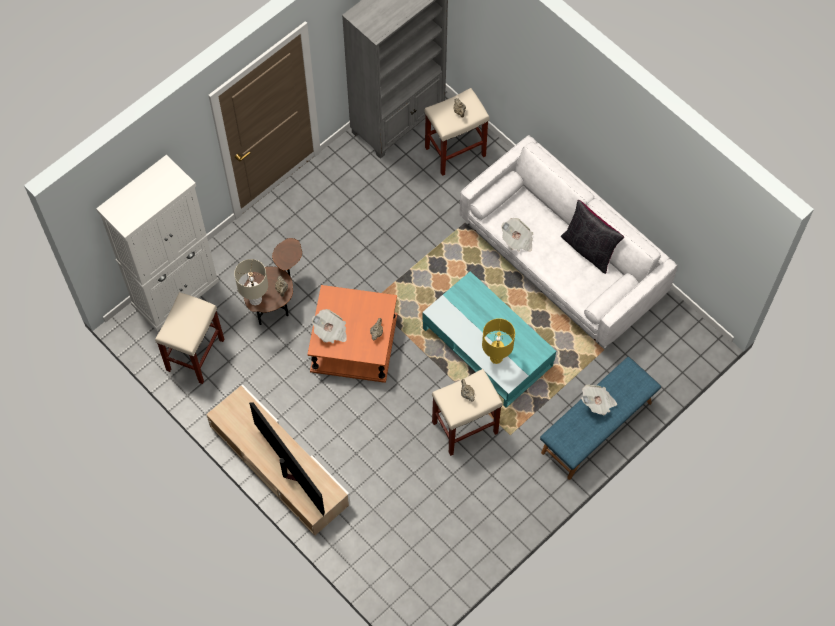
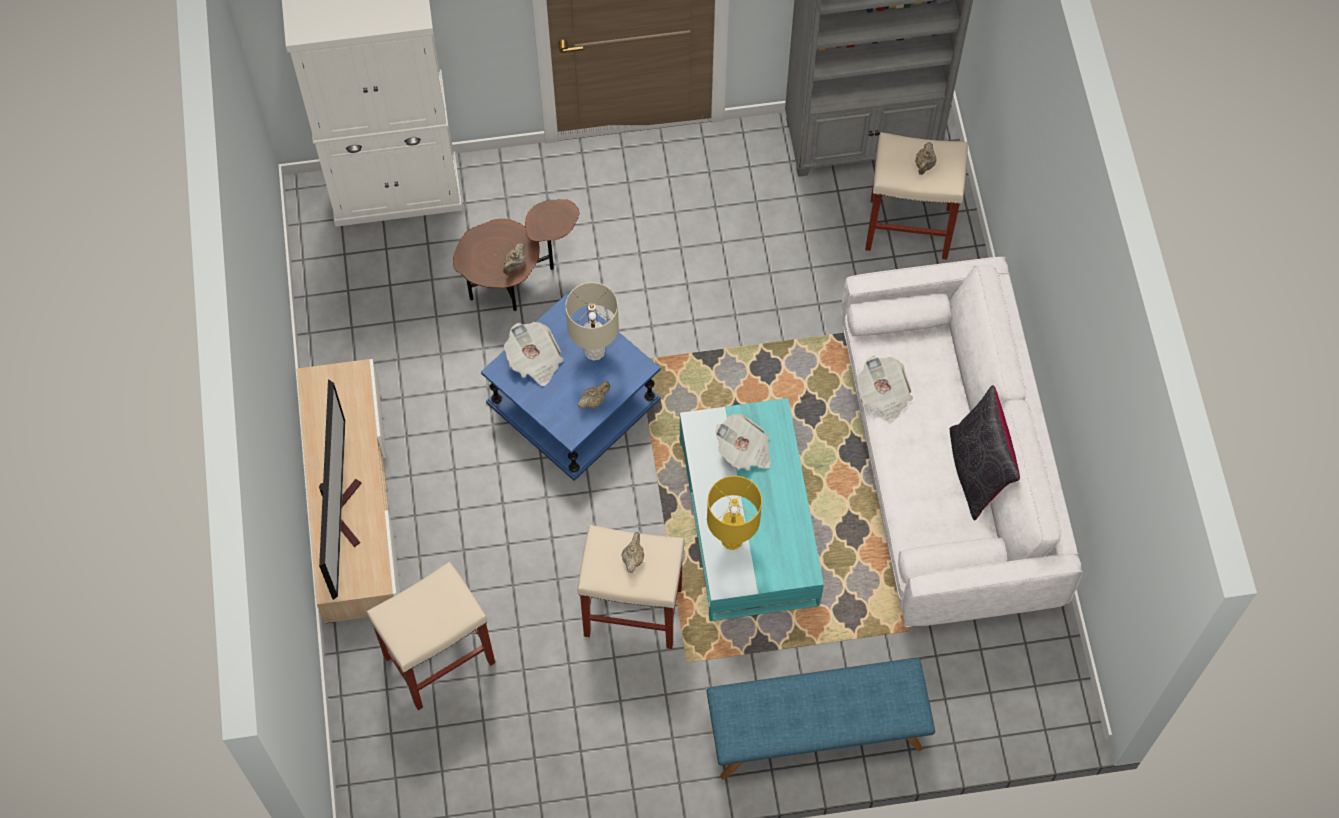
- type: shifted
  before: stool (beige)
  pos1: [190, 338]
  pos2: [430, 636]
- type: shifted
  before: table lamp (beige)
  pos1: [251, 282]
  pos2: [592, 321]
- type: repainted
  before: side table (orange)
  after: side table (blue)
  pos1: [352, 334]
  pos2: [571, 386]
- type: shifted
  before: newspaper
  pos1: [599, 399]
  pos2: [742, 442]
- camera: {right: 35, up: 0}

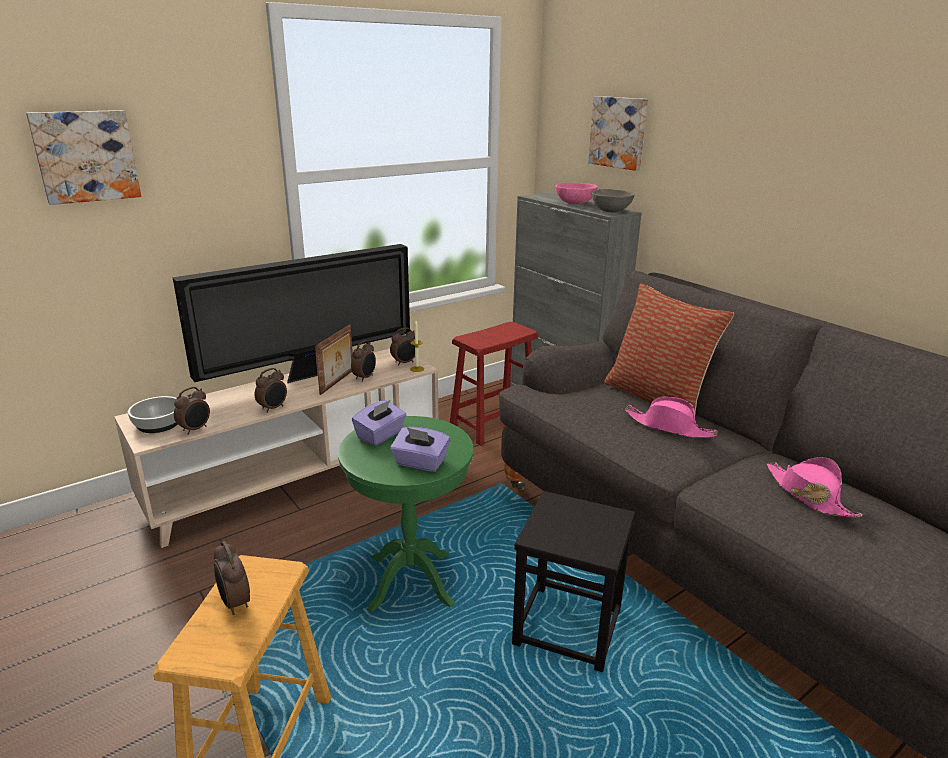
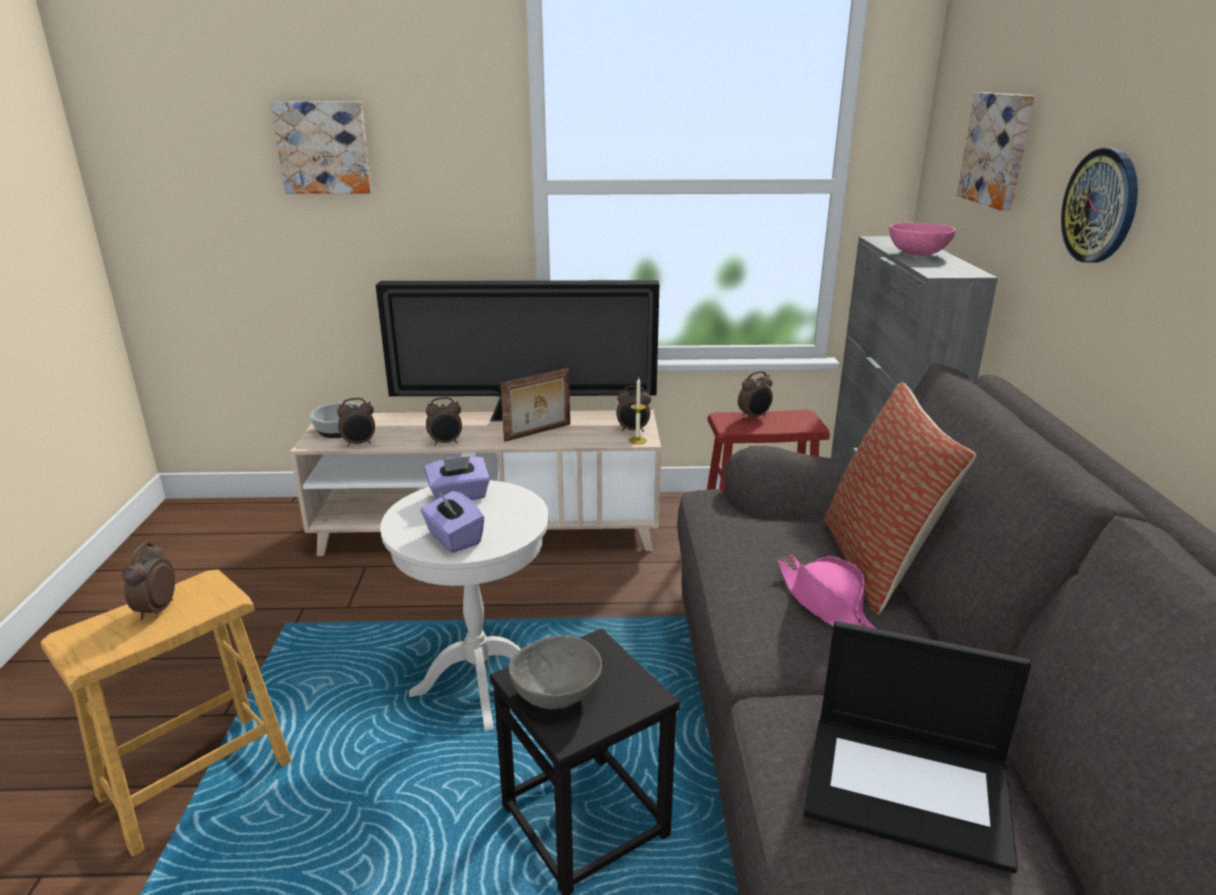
- type: repainted
  before: side table (green)
  after: side table (white)
  pos1: [405, 514]
  pos2: [464, 605]
- type: shifted
  before: alarm clock
  pos1: [363, 361]
  pos2: [755, 395]
- type: shifted
  before: bowl (grey)
  pos1: [613, 200]
  pos2: [555, 672]
- type: swapped
  before: hat (pink)
  after: laptop
  pos1: [814, 487]
  pos2: [917, 747]
- type: new
  after: wall clock
  pos2: [1099, 205]
- camera: {right: 35, up: 0}

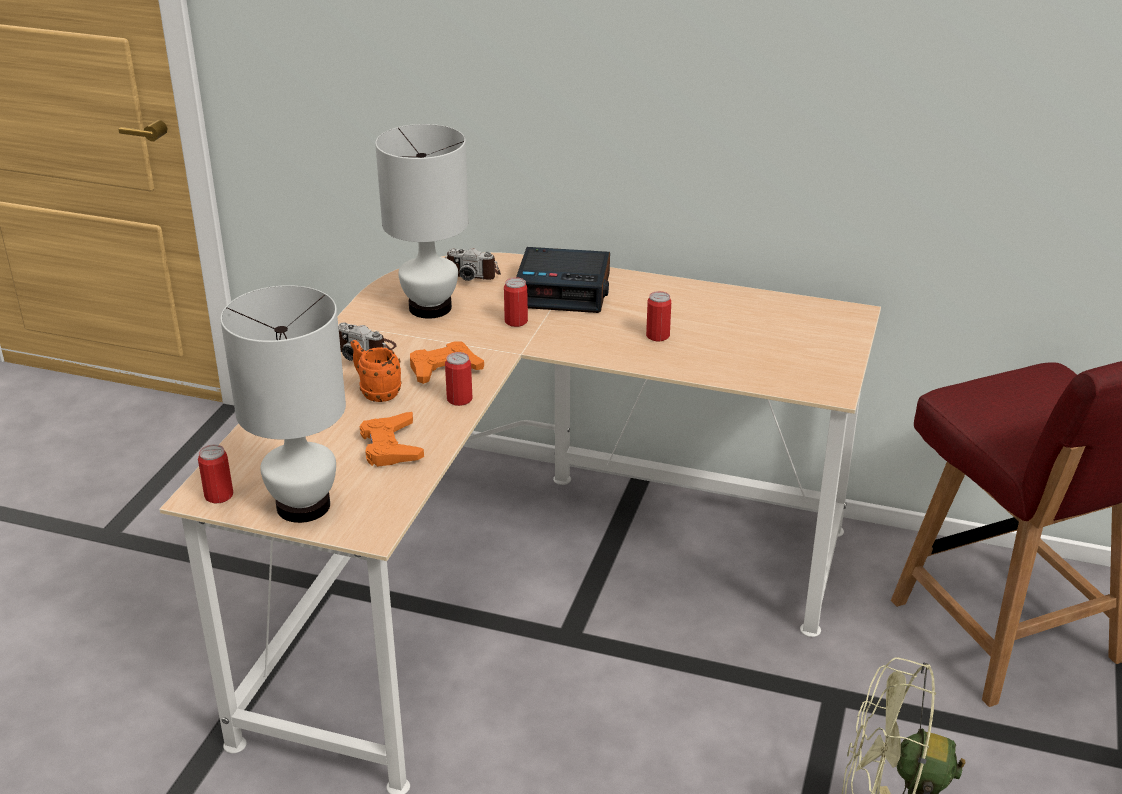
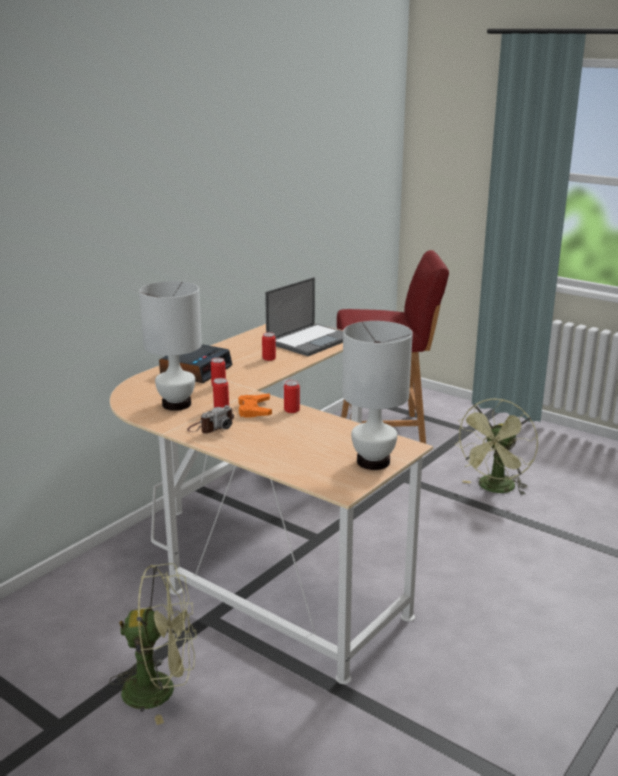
- type: shifted
  before: can
  pos1: [215, 473]
  pos2: [221, 393]
- type: gone
  before: mug (orange)
  pos1: [376, 371]
- type: gone
  before: game controller (orange)
  pos1: [392, 439]
- type: gone
  before: photo camera
  pos1: [473, 264]
- type: new
  after: fan (green)
  pos2: [152, 644]
- type: new
  after: laptop
  pos2: [304, 316]
- camera: {right: -70, up: -10}

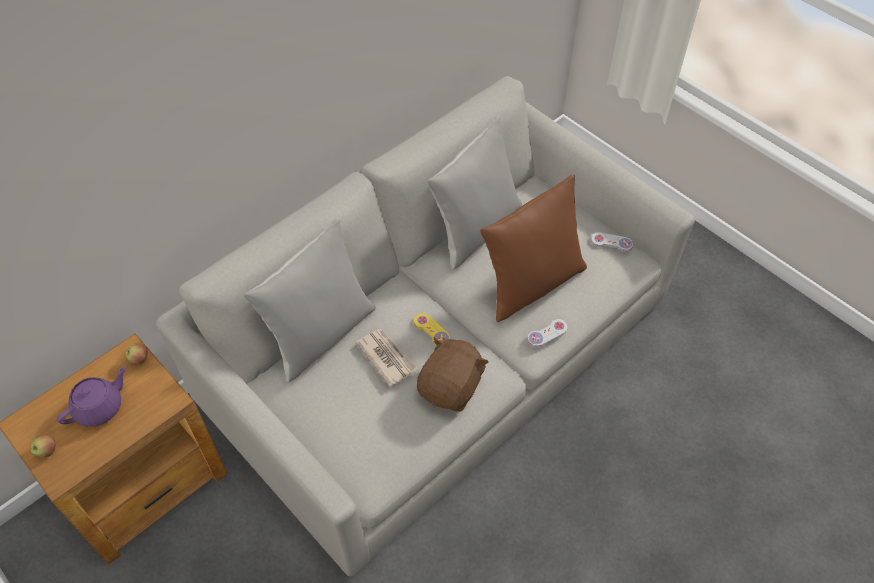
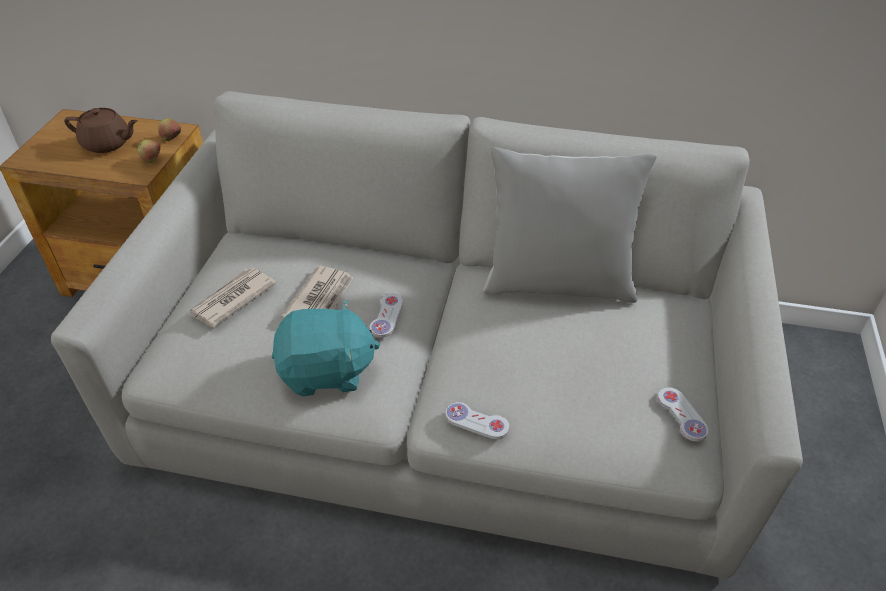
- type: shifted
  before: apple
  pos1: [43, 445]
  pos2: [149, 151]
- type: repainted
  before: teapot (purple)
  after: teapot (brown)
  pos1: [92, 396]
  pos2: [101, 130]
- type: gone
  before: pillow (grey)
  pos1: [309, 300]
- type: repainted
  before: game controller (yellow)
  after: game controller (white)
  pos1: [432, 329]
  pos2: [386, 316]
- type: repainted
  before: plush toy (brown)
  after: plush toy (turquoise)
  pos1: [452, 374]
  pos2: [326, 348]
- type: gone
  before: pillow (brown)
  pos1: [533, 248]
- type: new
  after: newspaper
  pos2: [232, 297]
- camera: {right: 55, up: -10}

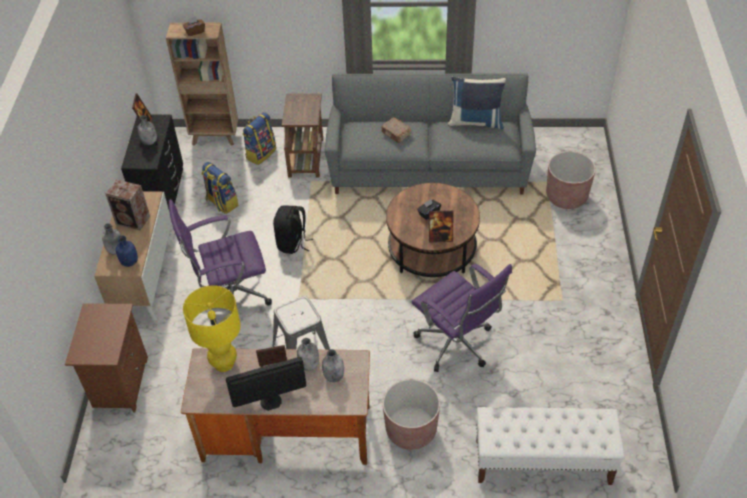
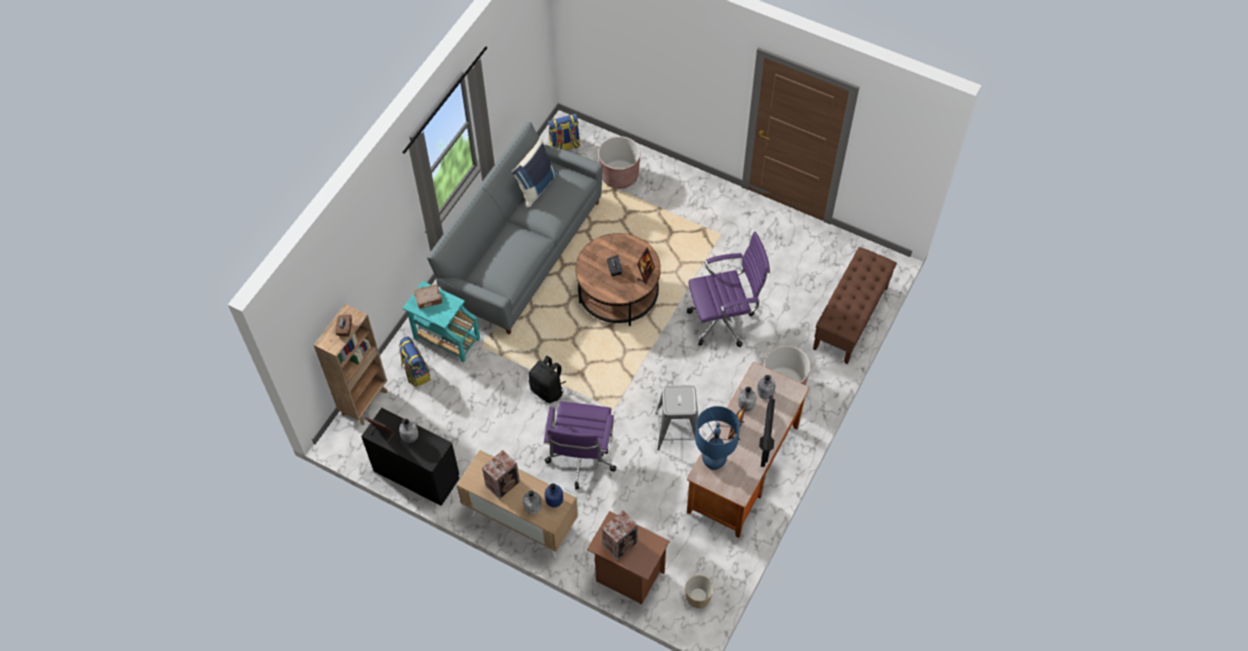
- type: repainted
  before: table lamp (yellow)
  after: table lamp (blue)
  pos1: [212, 328]
  pos2: [717, 438]
- type: shifted
  before: backpack
  pos1: [220, 188]
  pos2: [564, 132]
- type: repainted
  before: side table (brown)
  after: side table (turquoise)
  pos1: [302, 135]
  pos2: [441, 322]
- type: shifted
  before: book (brown)
  pos1: [396, 130]
  pos2: [428, 297]
- type: repainted
  before: bench (white)
  after: bench (brown)
  pos1: [550, 446]
  pos2: [855, 306]
- type: new
  after: speaker
  pos2: [620, 535]
- type: new
  after: planter
  pos2: [699, 591]
- camera: {right: -65, up: 10}

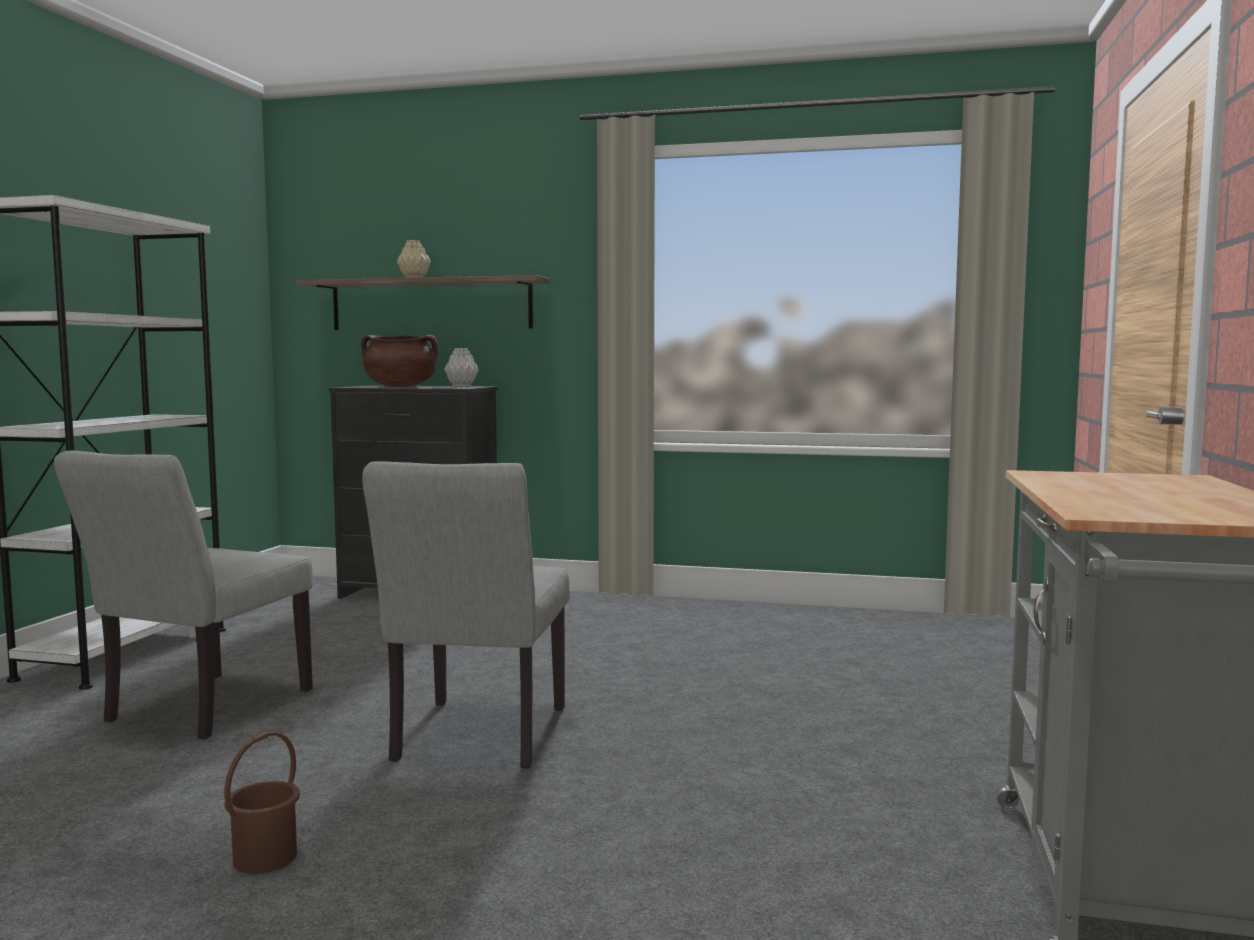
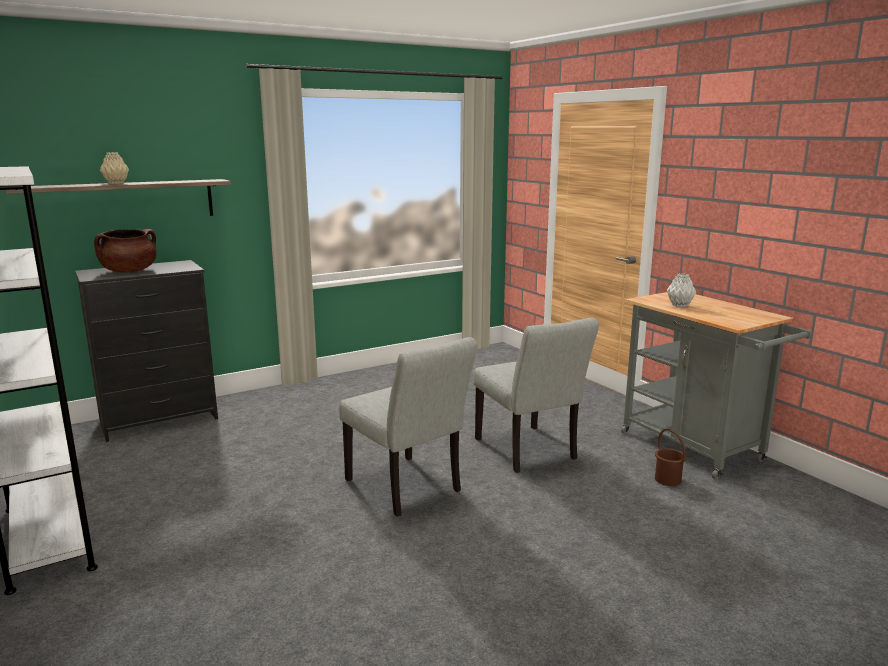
- type: shifted
  before: chair (grey)
  pos1: [183, 595]
  pos2: [536, 395]
- type: shifted
  before: bucket (brown)
  pos1: [262, 803]
  pos2: [670, 457]
- type: shifted
  before: vase (grey)
  pos1: [461, 367]
  pos2: [681, 290]
- camera: {right: -45, up: 10}

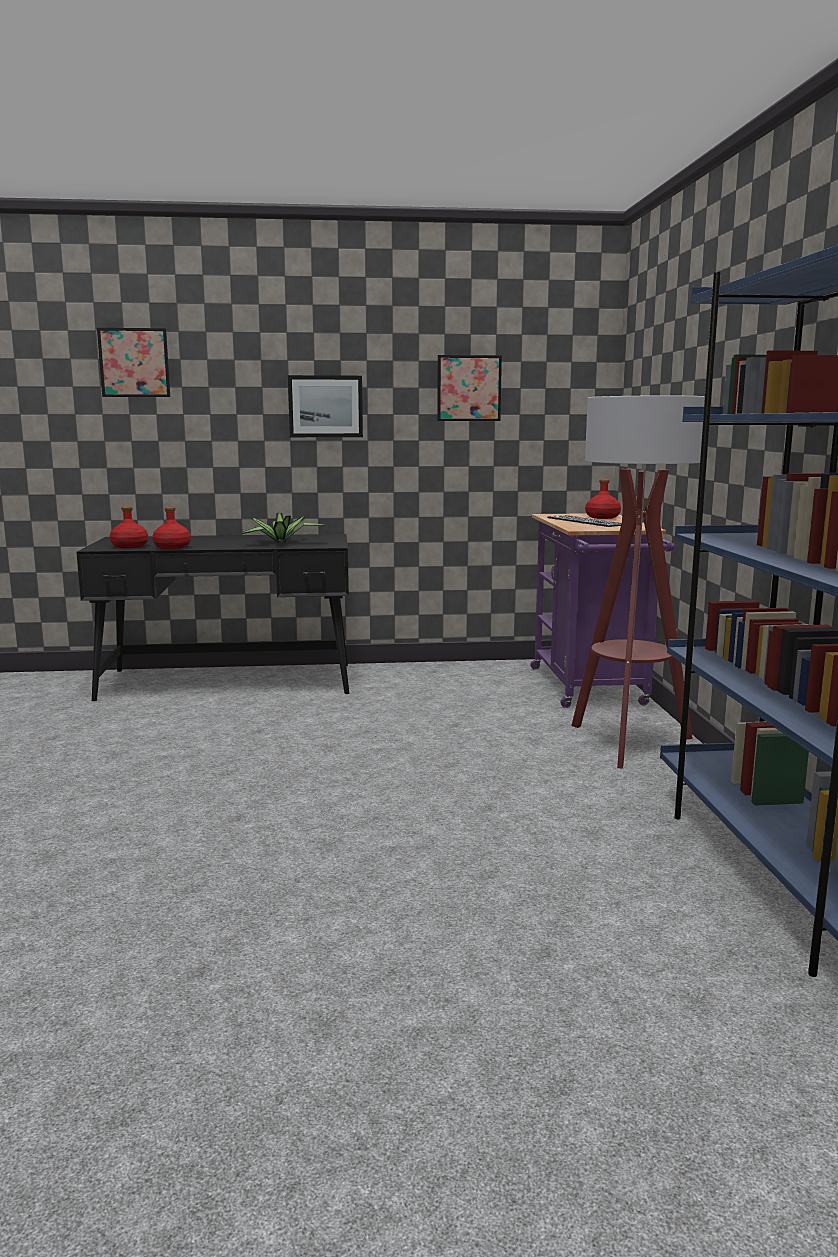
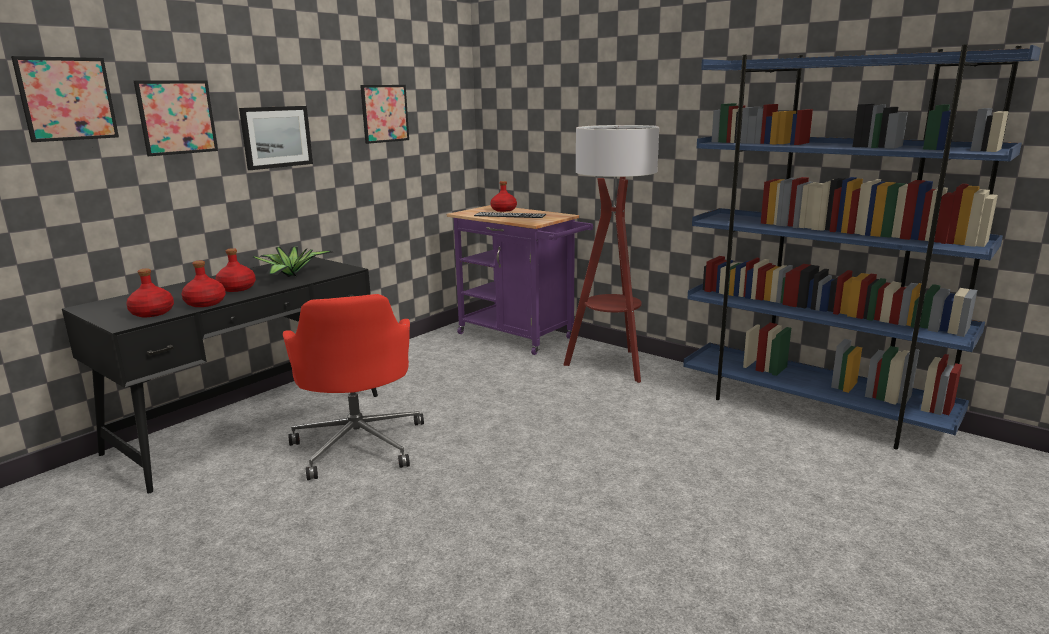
- type: new
  after: picture
  pos2: [176, 118]
- type: new
  after: bottle (red)
  pos2: [235, 270]
- type: new
  after: office chair (red)
  pos2: [353, 387]
- camera: {right: -45, up: 5}

